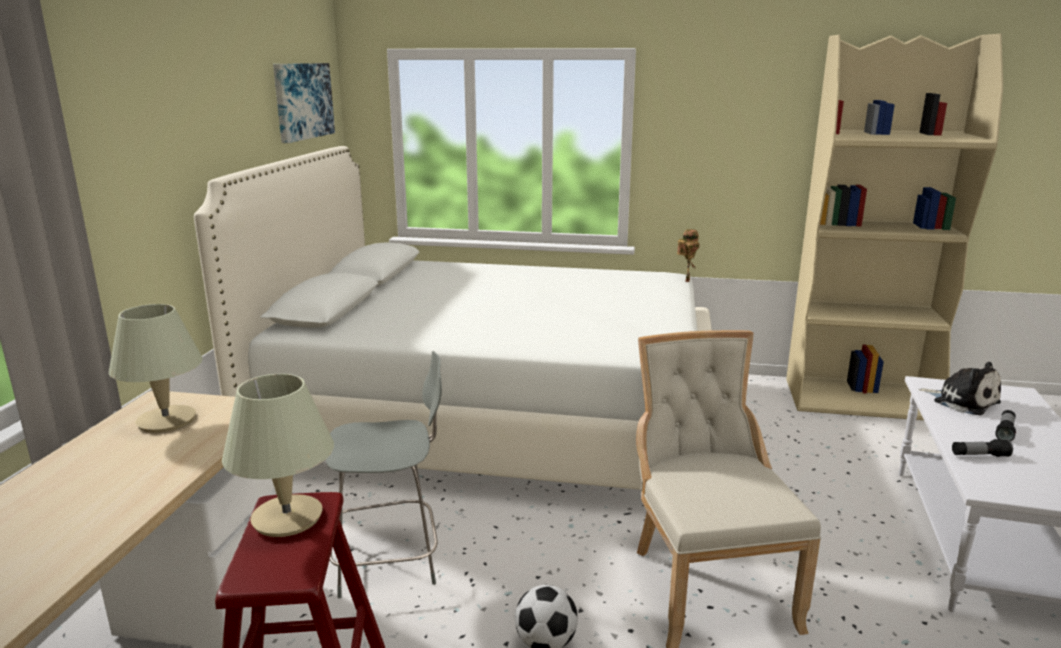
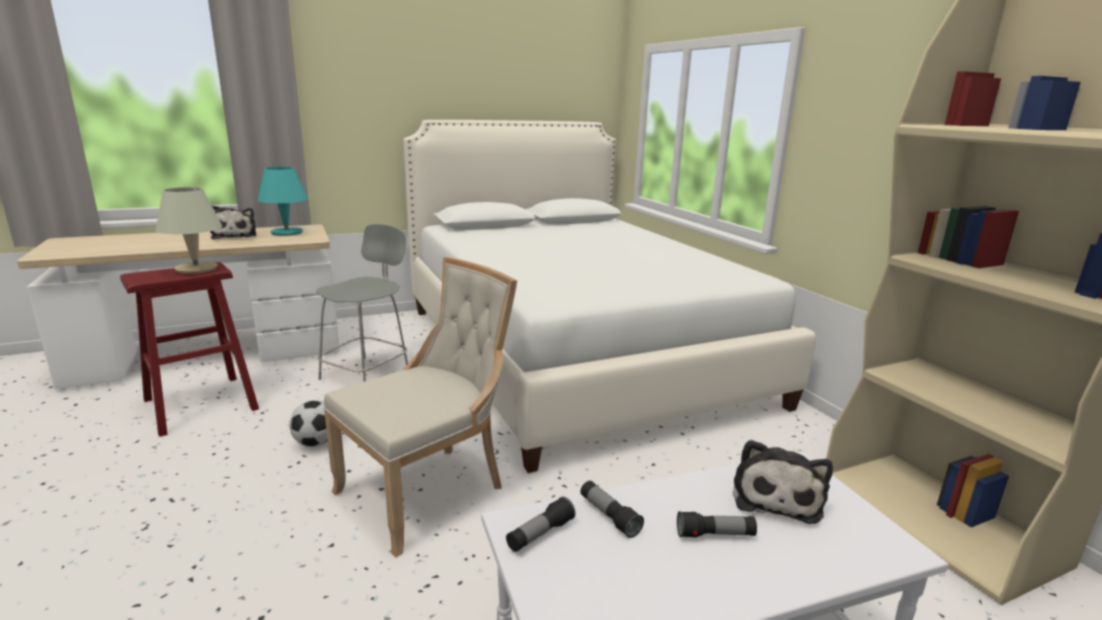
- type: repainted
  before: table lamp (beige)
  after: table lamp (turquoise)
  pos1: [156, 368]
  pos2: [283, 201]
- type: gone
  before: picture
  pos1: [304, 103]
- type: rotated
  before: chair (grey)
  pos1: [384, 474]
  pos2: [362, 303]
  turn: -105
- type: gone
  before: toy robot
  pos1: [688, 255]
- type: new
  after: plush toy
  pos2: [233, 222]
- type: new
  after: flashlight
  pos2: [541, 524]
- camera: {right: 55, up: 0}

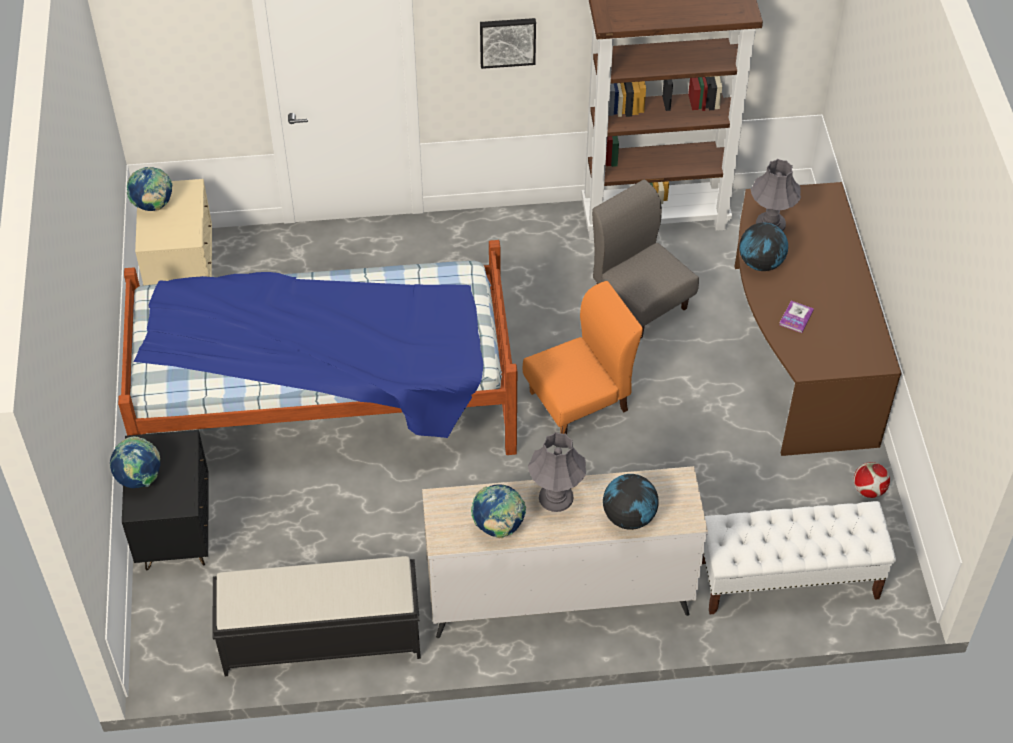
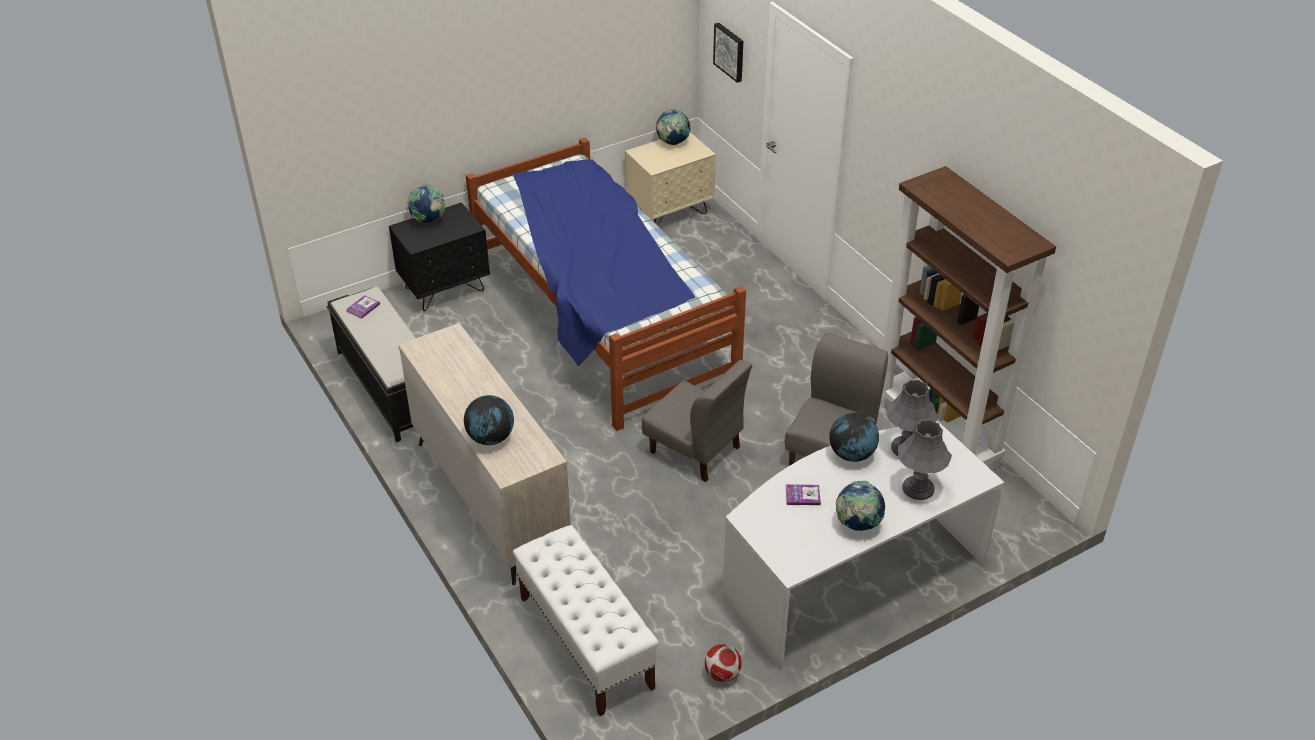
- type: shifted
  before: globe
  pos1: [498, 511]
  pos2: [860, 505]
- type: shifted
  before: picture
  pos1: [508, 43]
  pos2: [728, 53]
- type: repainted
  before: chair (orange)
  after: chair (grey)
  pos1: [583, 358]
  pos2: [697, 421]
- type: shifted
  before: table lamp (grey)
  pos1: [557, 472]
  pos2: [925, 459]
- type: repainted
  before: desk (brown)
  after: desk (white)
  pos1: [818, 319]
  pos2: [863, 545]
- type: new
  after: book
  pos2: [363, 307]
- camera: {right: 65, up: -10}

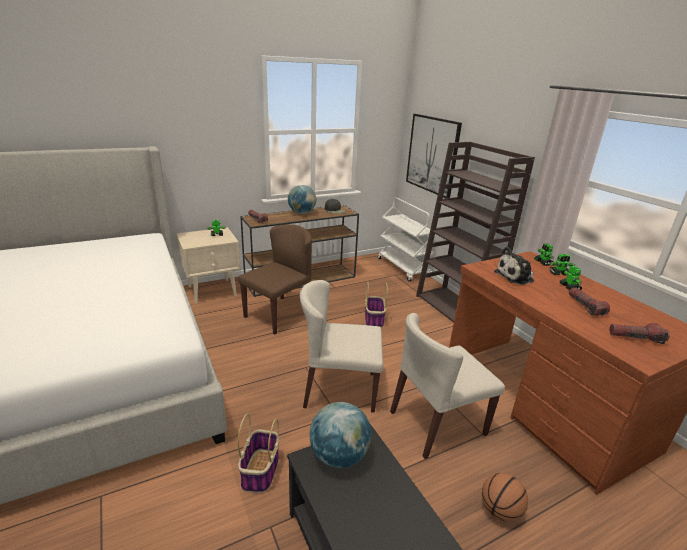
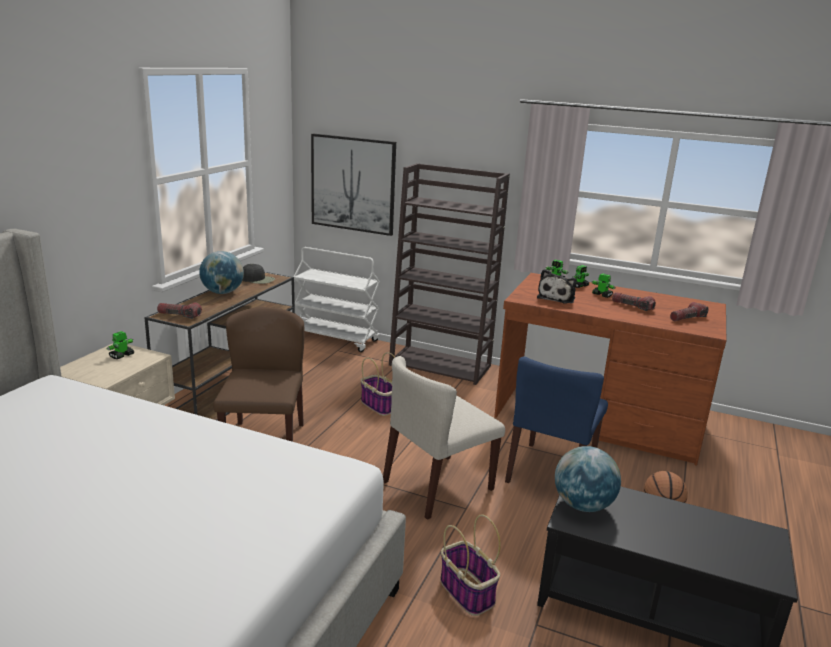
- type: repainted
  before: chair (beige)
  after: chair (blue)
  pos1: [447, 386]
  pos2: [556, 419]
- camera: {right: -40, up: -5}

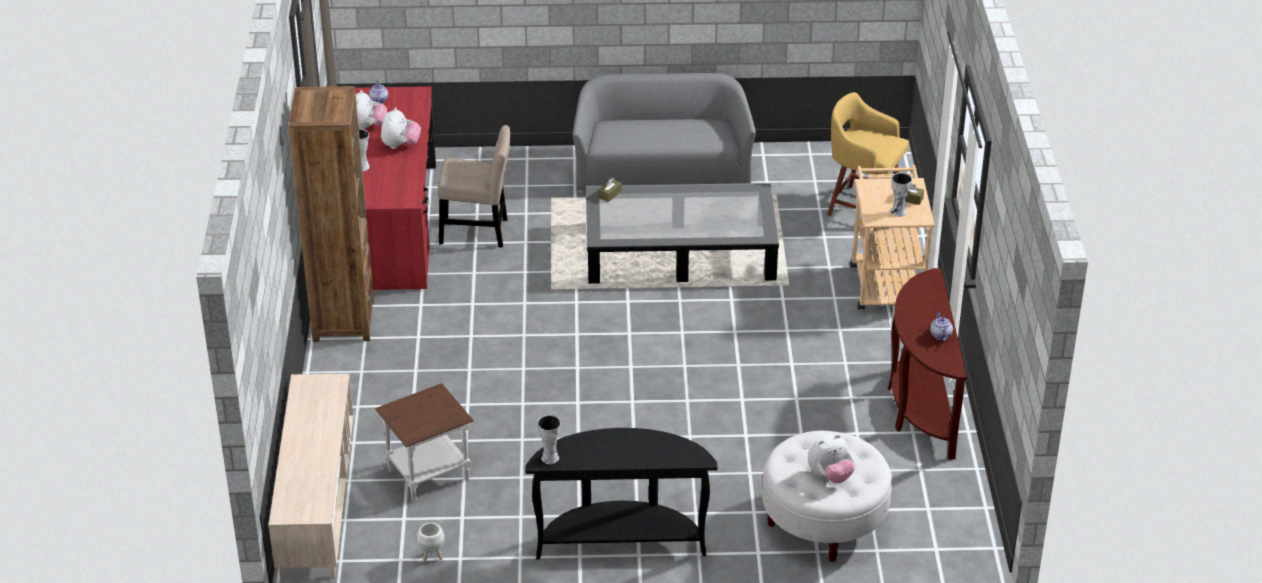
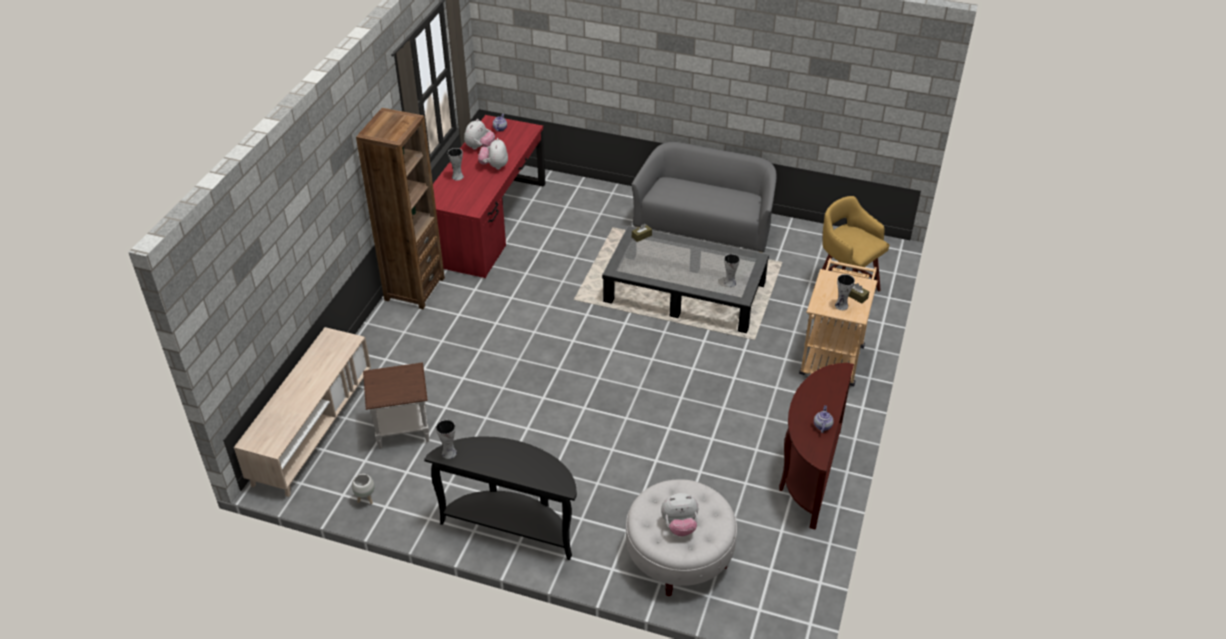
- type: rotated
  before: plush toy
  pos1: [401, 128]
  pos2: [493, 154]
  turn: 150
- type: gone
  before: chair (beige)
  pos1: [474, 186]
- type: new
  after: vase
  pos2: [732, 270]
- camera: {right: 20, up: 5}

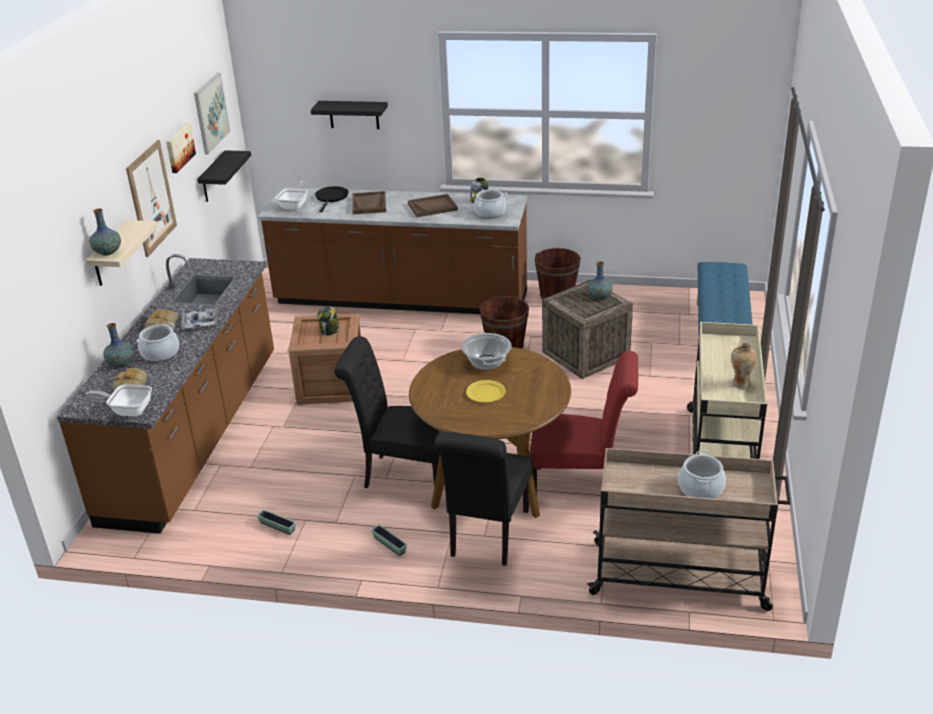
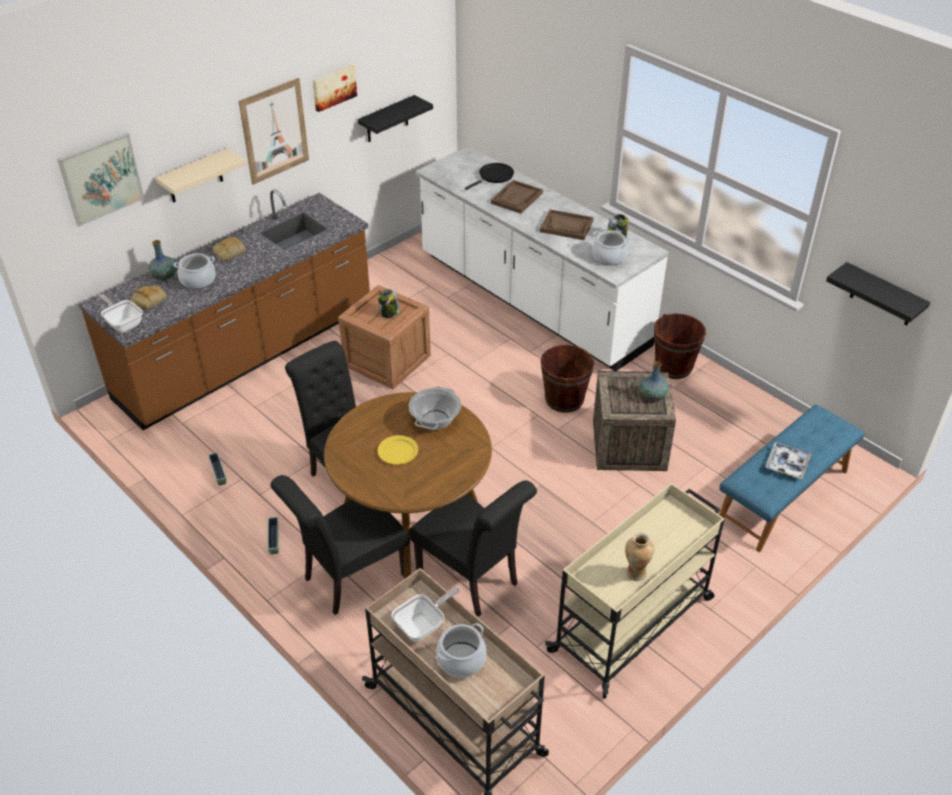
- type: gone
  before: vase
  pos1: [105, 232]
- type: shifted
  before: tray
  pos1: [199, 318]
  pos2: [788, 460]
- type: shifted
  before: picture
  pos1: [212, 113]
  pos2: [101, 179]
- type: repainted
  before: counter (brown)
  after: counter (white)
  pos1: [392, 250]
  pos2: [542, 258]
- type: shifted
  before: frying pan
  pos1: [292, 195]
  pos2: [425, 614]
- type: shifted
  before: shelf (black)
  pos1: [349, 115]
  pos2: [878, 294]
- type: repainted
  before: chair (red)
  after: chair (black)
  pos1: [583, 423]
  pos2: [473, 548]
- camera: {right: 35, up: 10}

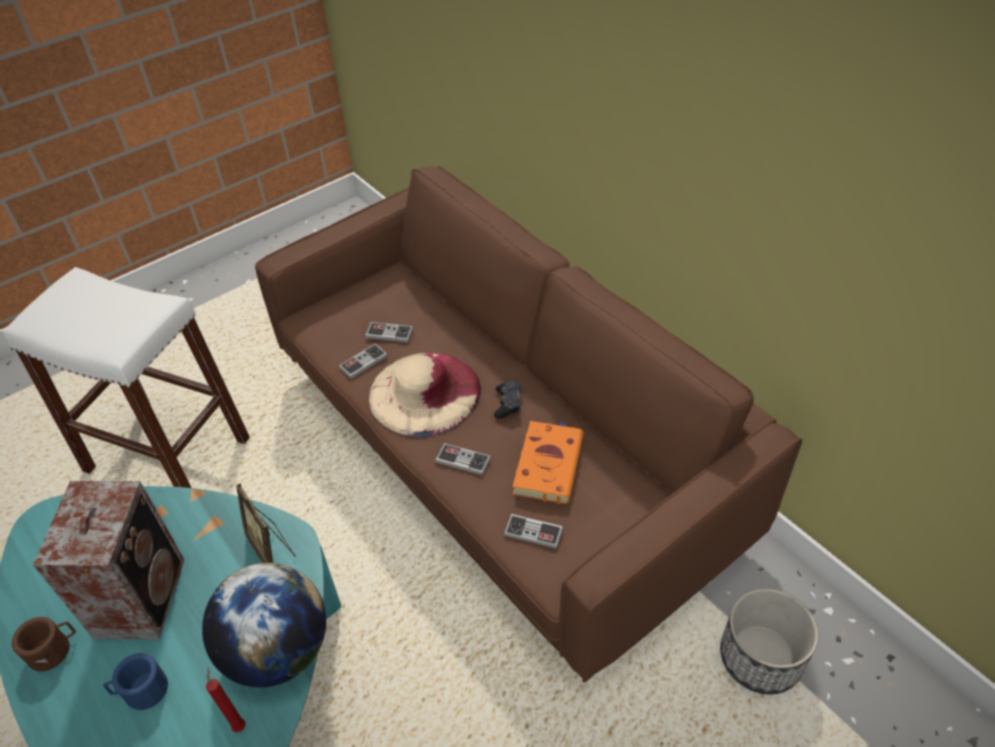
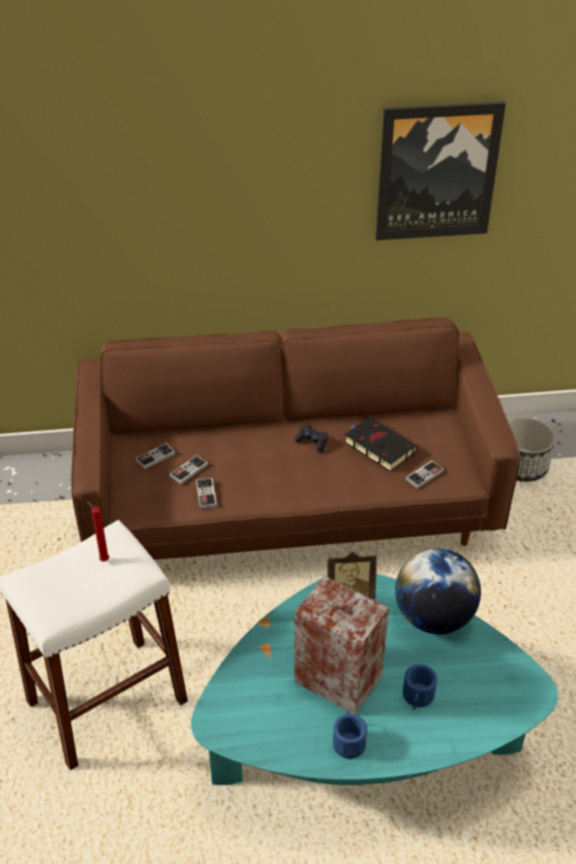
- type: repainted
  before: mug (brown)
  after: mug (blue)
  pos1: [44, 644]
  pos2: [350, 734]
- type: shifted
  before: candle (red)
  pos1: [226, 700]
  pos2: [97, 531]
- type: gone
  before: hat (beige)
  pos1: [425, 395]
- type: shifted
  before: game controller
  pos1: [463, 459]
  pos2: [155, 456]
- type: repainted
  before: book (orange)
  after: book (black)
  pos1: [548, 462]
  pos2: [380, 444]
- type: new
  after: picture
  pos2: [440, 171]
- camera: {right: -60, up: -5}

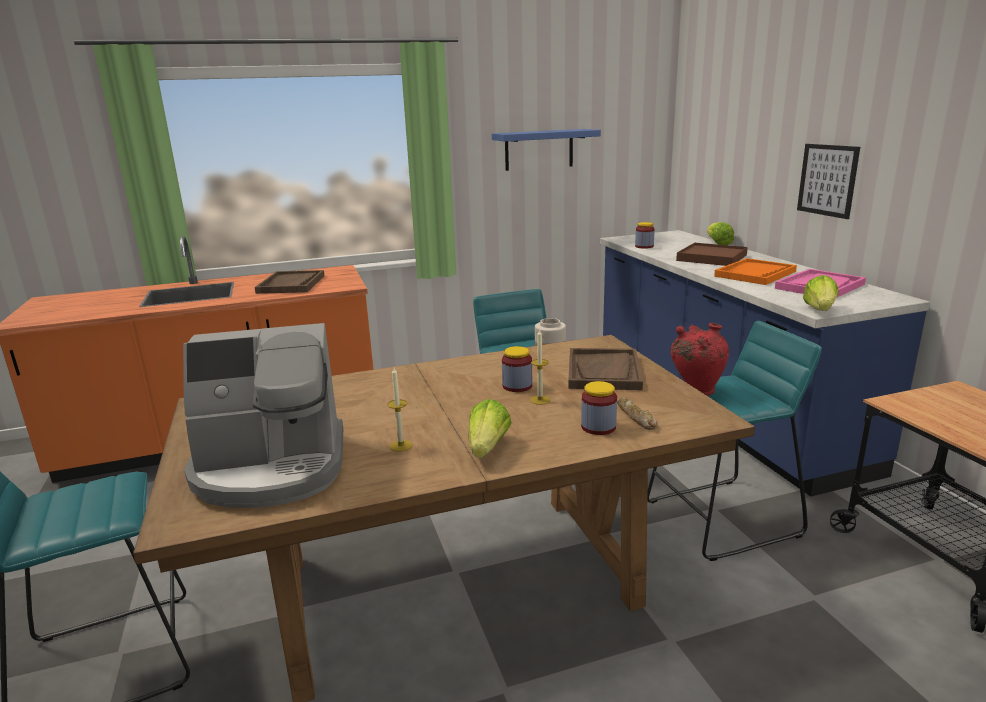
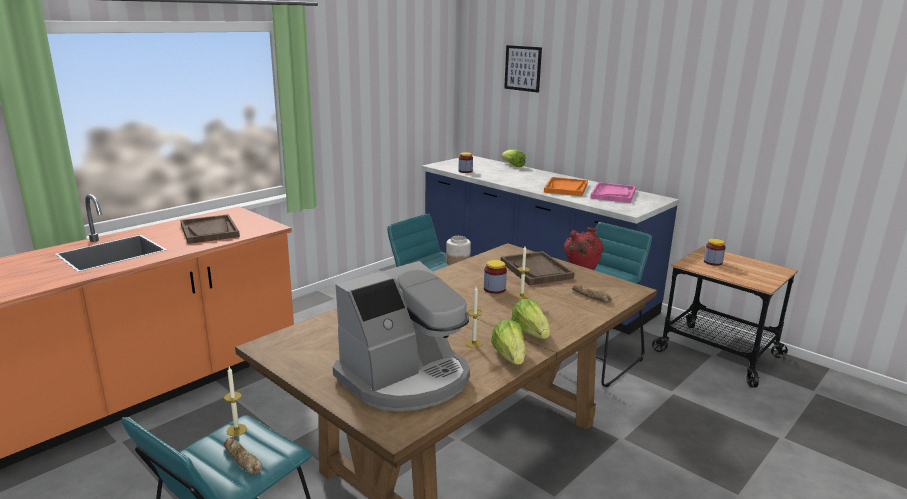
- type: gone
  before: shelf (blue)
  pos1: [546, 150]
- type: shifted
  before: jar
  pos1: [599, 408]
  pos2: [715, 252]
- type: gone
  before: tray (brown)
  pos1: [712, 254]
- type: shifted
  before: picture
  pos1: [828, 181]
  pos2: [523, 69]
- type: shifted
  before: lettuce
  pos1: [821, 293]
  pos2: [508, 342]
- type: new
  after: bread
  pos2: [242, 455]
- type: new
  after: candle
  pos2: [235, 401]
- camera: {right: -30, up: 0}

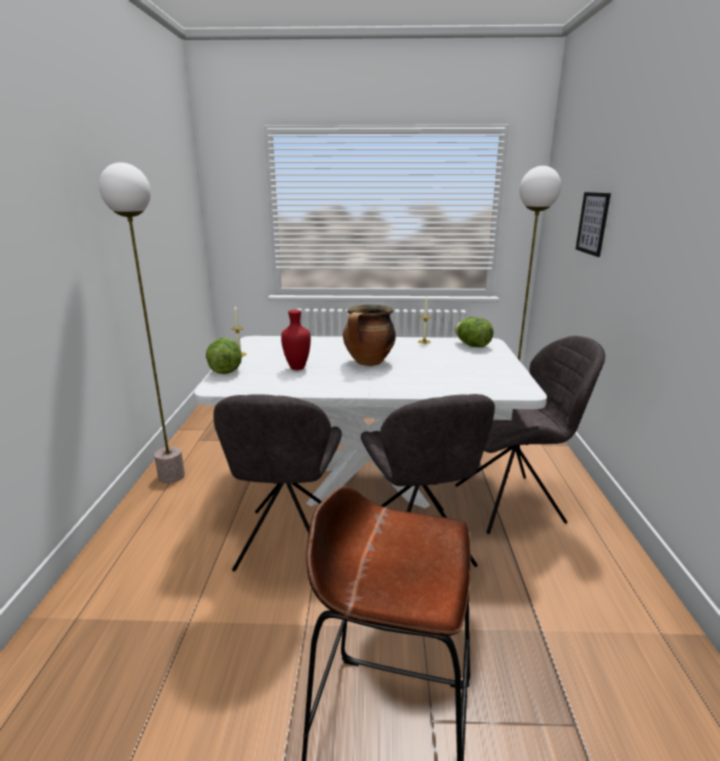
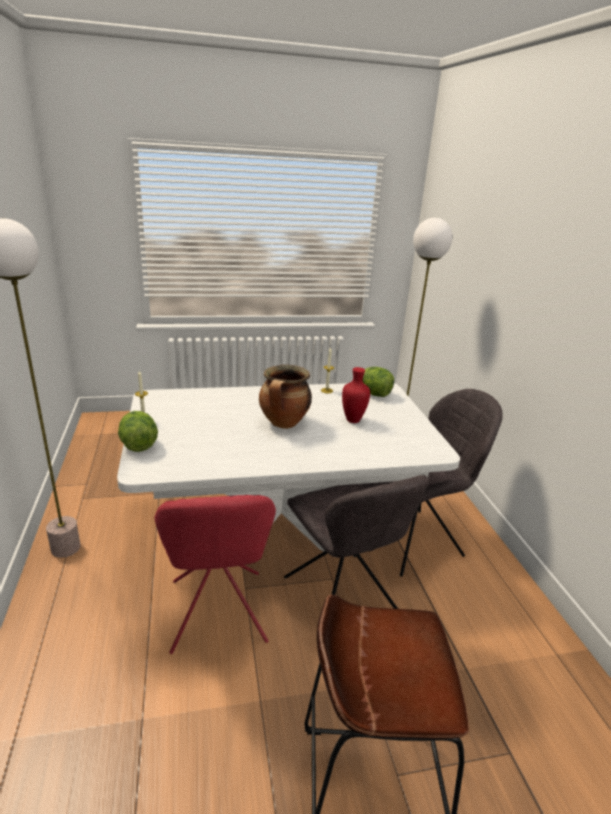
- type: repainted
  before: chair (grey)
  after: chair (red)
  pos1: [277, 482]
  pos2: [215, 574]
- type: shifted
  before: vase (red)
  pos1: [296, 340]
  pos2: [356, 395]
- type: gone
  before: picture
  pos1: [593, 224]
- camera: {right: -15, up: 5}

